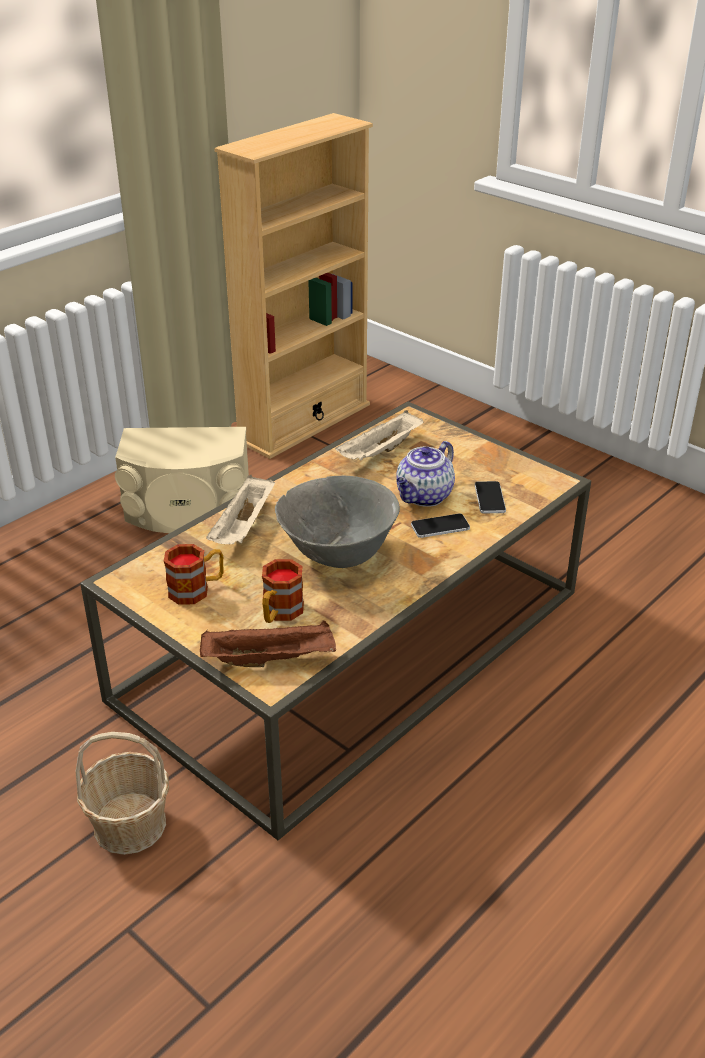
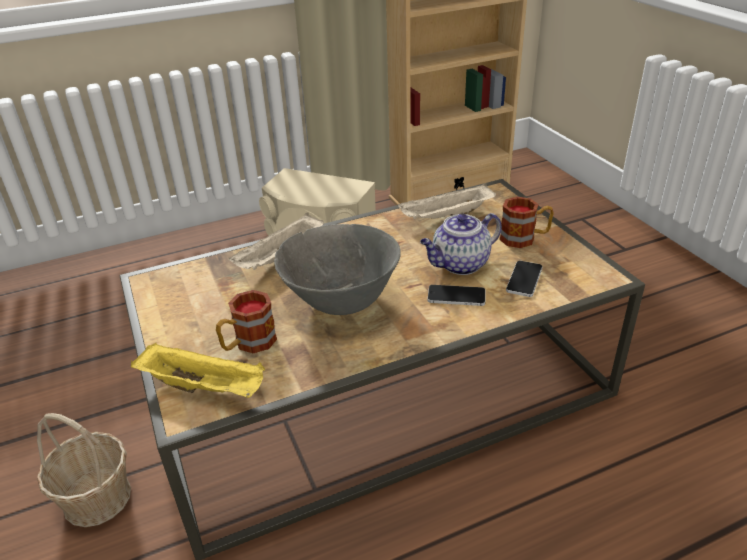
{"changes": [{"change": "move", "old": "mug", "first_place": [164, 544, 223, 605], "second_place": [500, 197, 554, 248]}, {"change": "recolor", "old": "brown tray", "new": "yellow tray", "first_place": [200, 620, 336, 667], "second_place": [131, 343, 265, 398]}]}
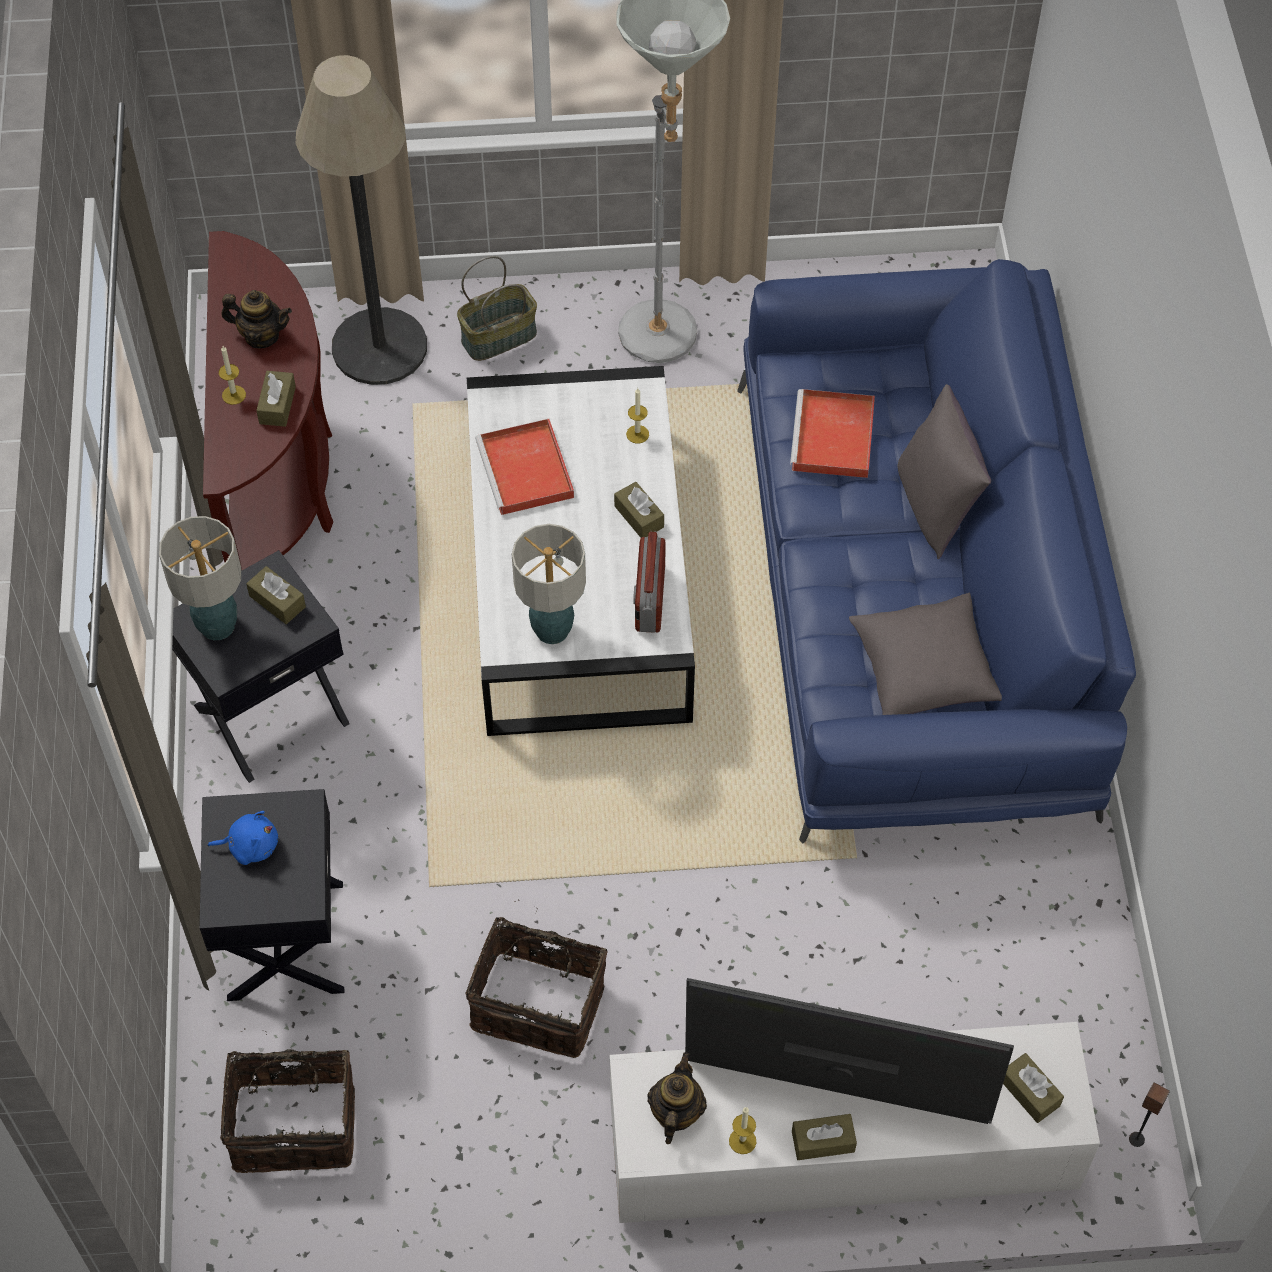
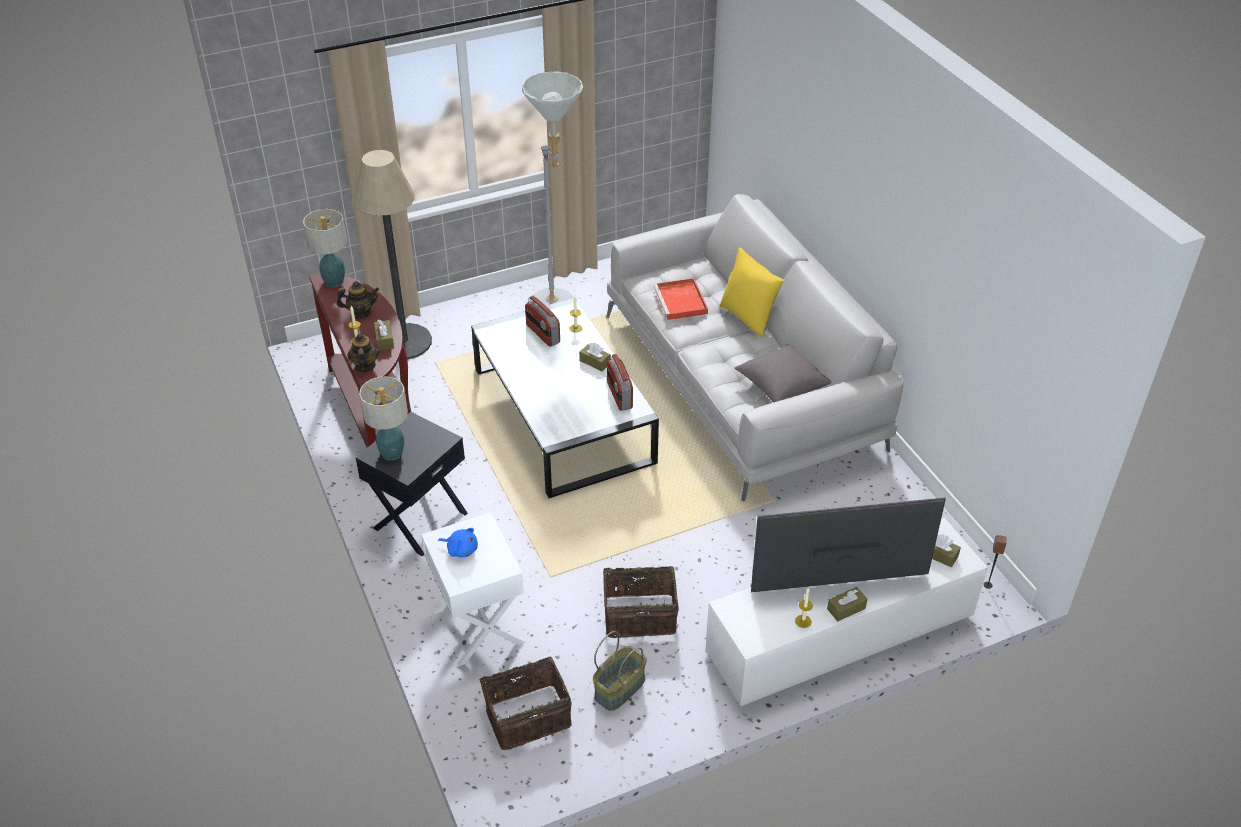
{"changes": [{"change": "move", "old": "basket", "first_place": [457, 256, 537, 361], "second_place": [593, 631, 647, 711]}, {"change": "recolor", "old": "blue sofa", "new": "grey sofa", "first_place": [737, 259, 1136, 843], "second_place": [606, 194, 903, 501]}, {"change": "recolor", "old": "grey pillow", "new": "yellow pillow", "first_place": [897, 384, 991, 559], "second_place": [720, 247, 784, 339]}, {"change": "delete", "old": "red tray", "first_place": [475, 419, 574, 515]}, {"change": "move", "old": "table lamp", "first_place": [512, 524, 586, 644], "second_place": [303, 209, 347, 287]}, {"change": "delete", "old": "brown tissue box", "first_place": [246, 566, 306, 624]}, {"change": "recolor", "old": "black nightstand", "new": "white nightstand", "first_place": [199, 789, 344, 1001], "second_place": [421, 512, 526, 666]}, {"change": "rotate", "old": "blue plush toy", "first_place": [208, 811, 278, 865], "second_place": [438, 528, 478, 557], "degrees": 45}, {"change": "move", "old": "teapot", "first_place": [647, 1052, 707, 1144], "second_place": [347, 329, 379, 372]}, {"change": "insert", "new": "radio", "second_place": [525, 296, 560, 347]}]}
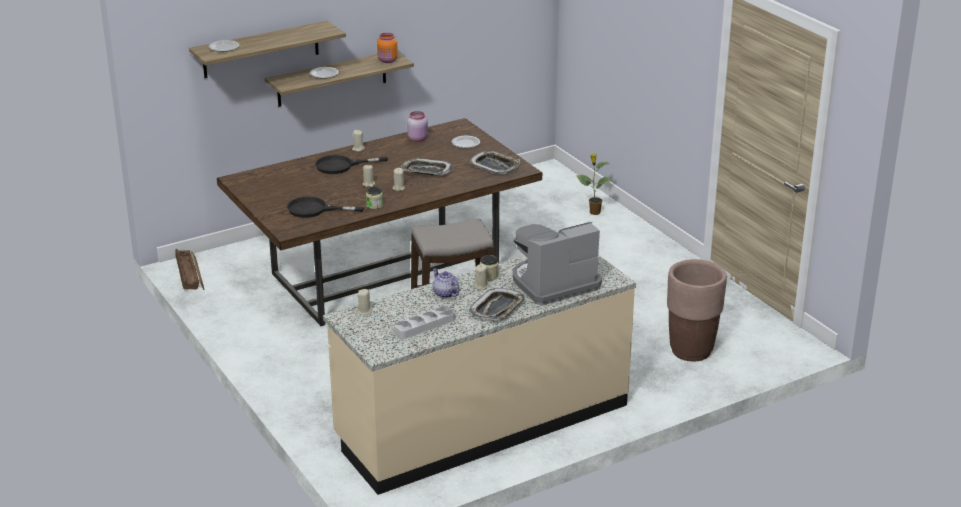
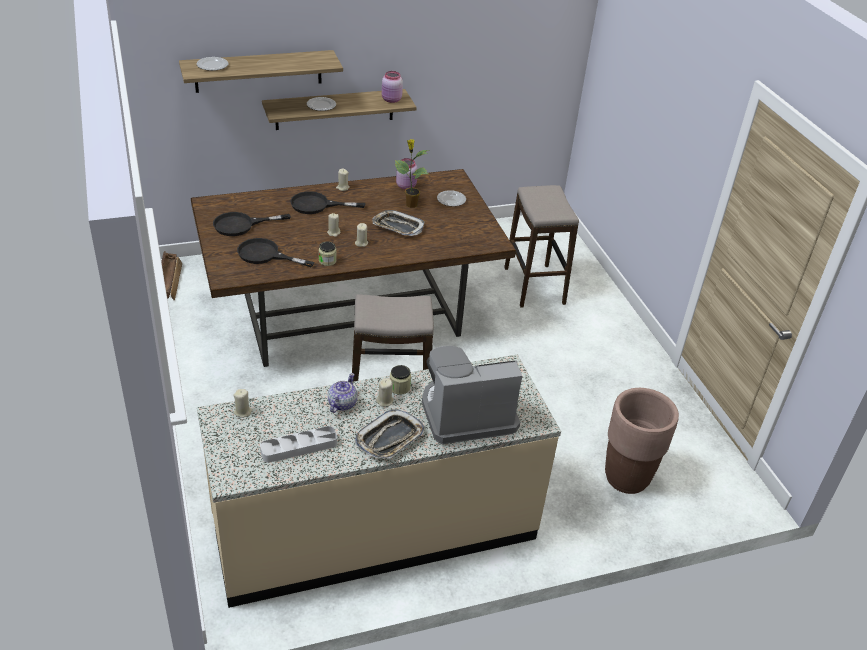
{"changes": [{"change": "recolor", "old": "orange jar", "new": "pink jar", "first_place": [377, 33, 398, 63], "second_place": [382, 71, 403, 103]}, {"change": "delete", "old": "tray", "first_place": [470, 150, 520, 174]}, {"change": "move", "old": "potted plant", "first_place": [576, 154, 613, 215], "second_place": [395, 139, 428, 208]}, {"change": "rotate", "old": "teapot", "first_place": [433, 268, 459, 298], "second_place": [328, 373, 357, 413], "degrees": 45}, {"change": "insert", "new": "stool", "second_place": [504, 185, 579, 308]}, {"change": "insert", "new": "black frying pan", "second_place": [213, 212, 291, 236]}]}
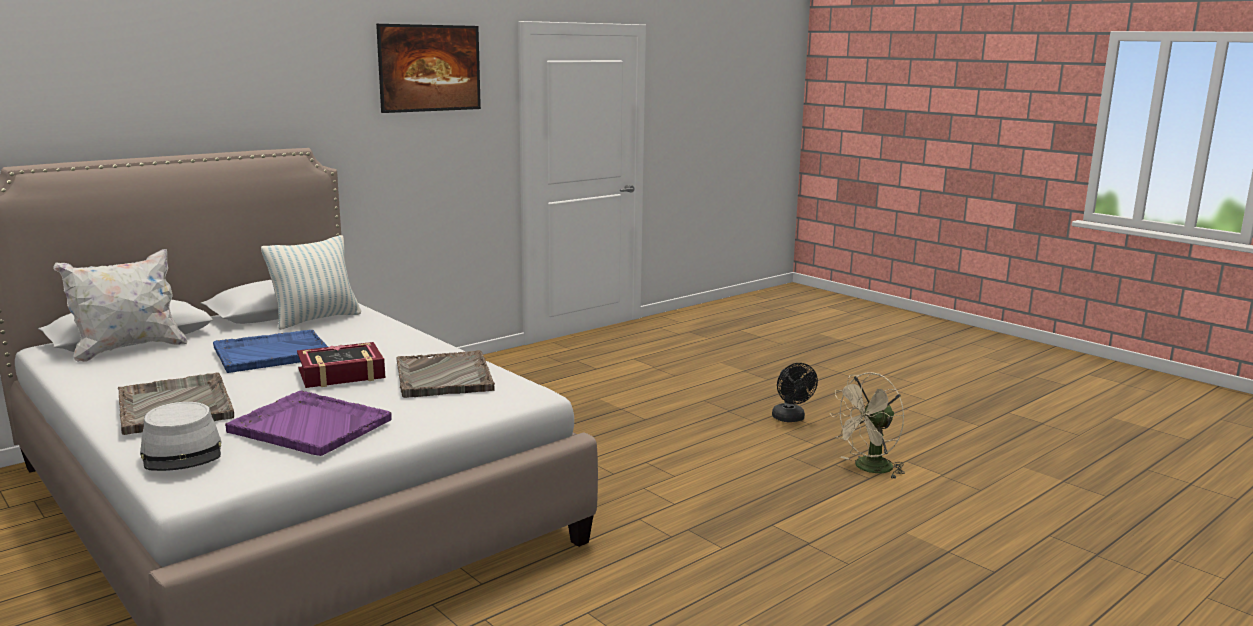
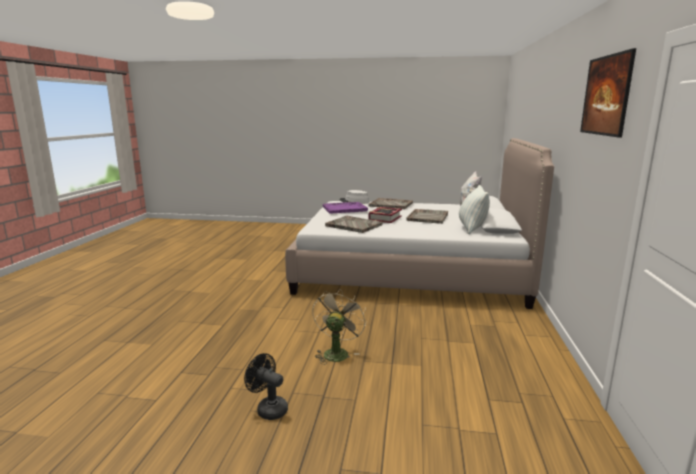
{"changes": [{"change": "recolor", "old": "blue tray", "new": "grey tray", "first_place": [213, 330, 328, 373], "second_place": [406, 209, 448, 224]}, {"change": "move", "old": "beige fan", "first_place": [830, 372, 905, 479], "second_place": [312, 291, 367, 365]}]}
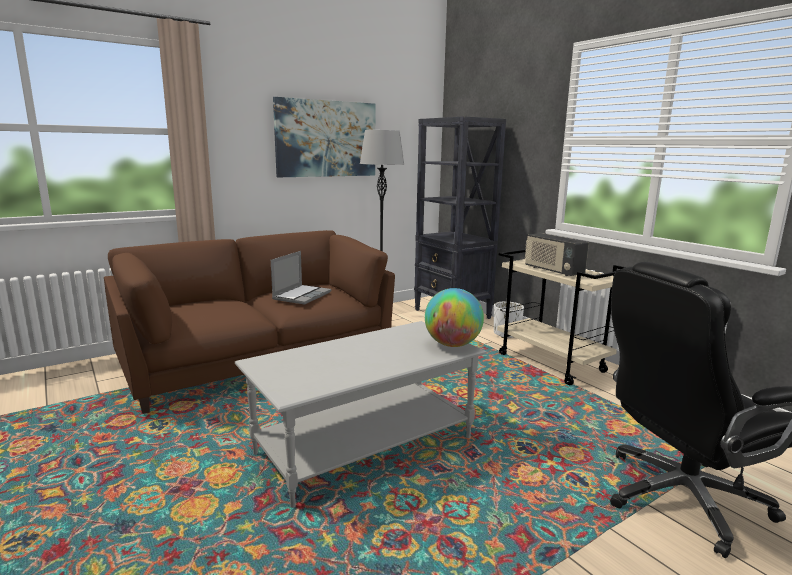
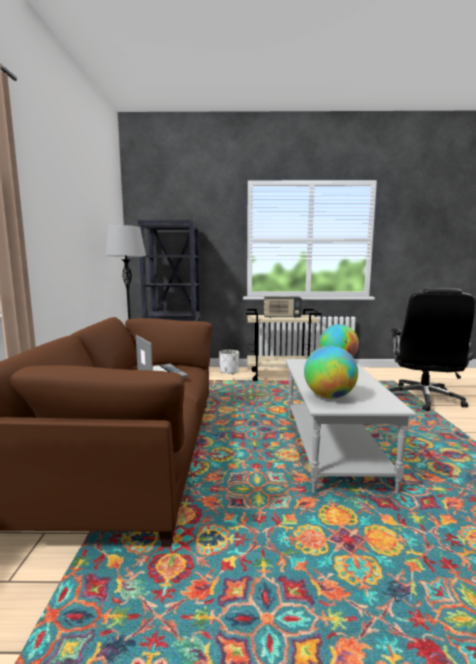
{"changes": [{"change": "delete", "old": "picture", "first_place": [273, 97, 375, 177]}, {"change": "insert", "new": "globe", "second_place": [304, 346, 358, 399]}]}
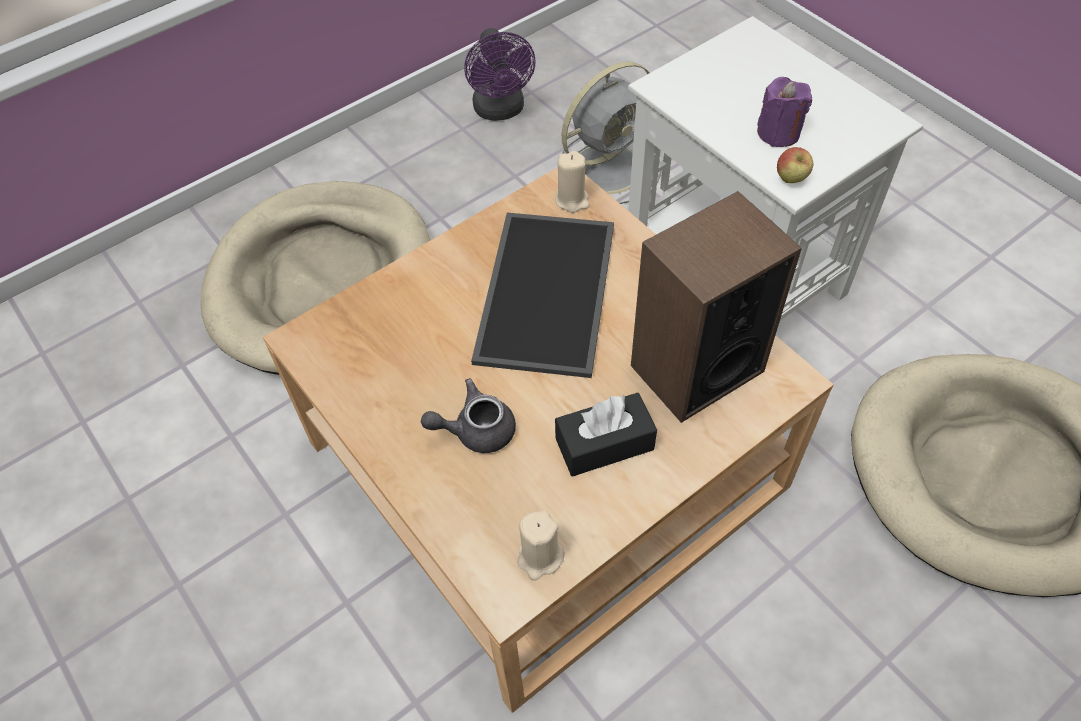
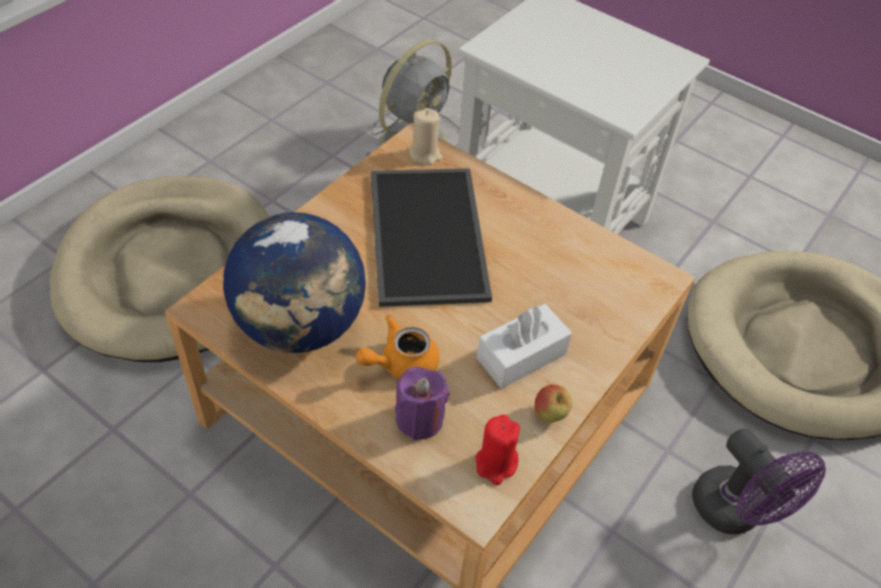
{"changes": [{"change": "move", "old": "purple fan", "first_place": [464, 28, 536, 121], "second_place": [692, 429, 826, 534]}, {"change": "move", "old": "purple candle", "first_place": [757, 77, 812, 147], "second_place": [395, 367, 449, 440]}, {"change": "move", "old": "apple", "first_place": [777, 147, 813, 183], "second_place": [535, 384, 572, 423]}, {"change": "delete", "old": "speaker", "first_place": [631, 191, 802, 423]}, {"change": "recolor", "old": "grey teapot", "new": "orange teapot", "first_place": [421, 379, 516, 453], "second_place": [356, 315, 440, 379]}, {"change": "recolor", "old": "black tissue box", "new": "white tissue box", "first_place": [555, 393, 657, 477], "second_place": [477, 304, 572, 389]}, {"change": "recolor", "old": "beige candle", "new": "red candle", "first_place": [517, 511, 565, 580], "second_place": [475, 415, 520, 485]}, {"change": "insert", "new": "globe", "second_place": [223, 212, 366, 353]}]}
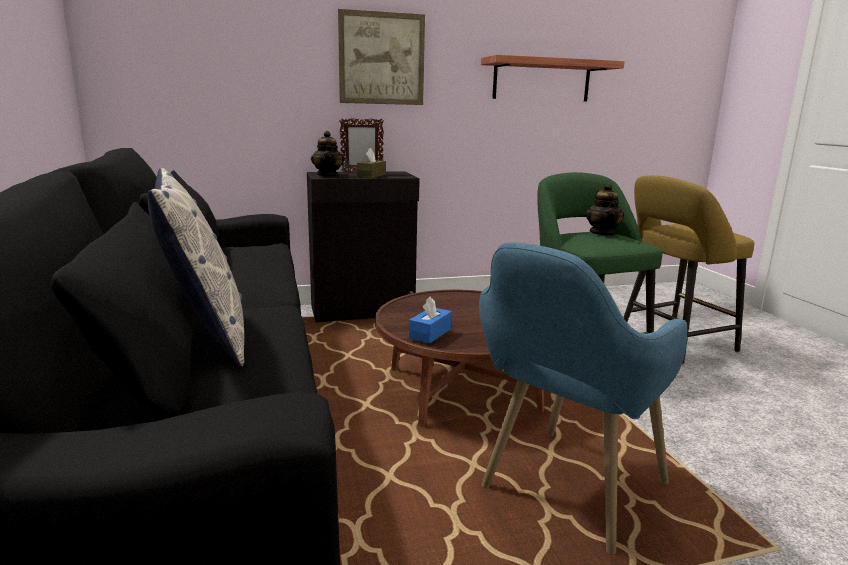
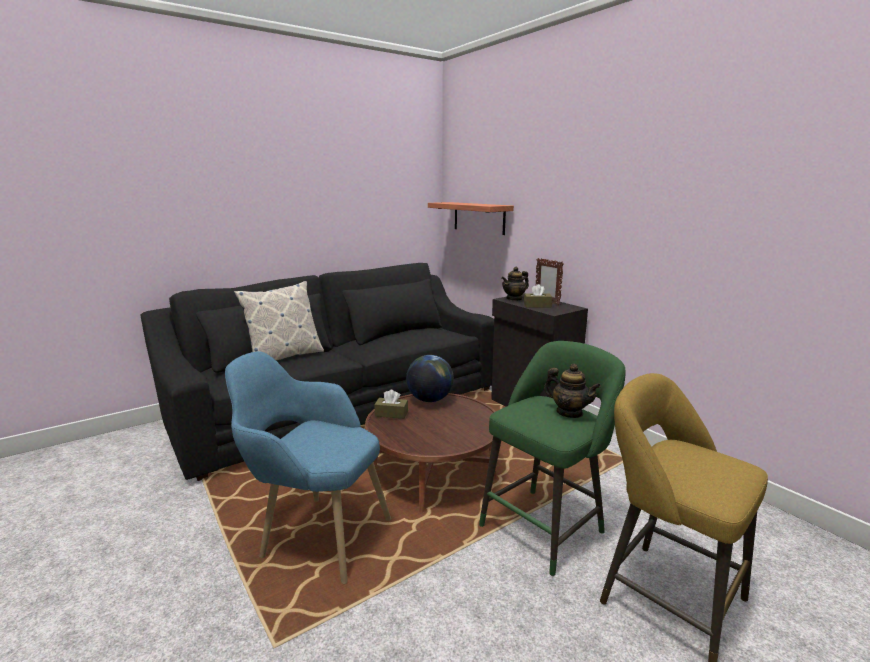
{"changes": [{"change": "delete", "old": "picture", "first_place": [338, 9, 425, 105]}, {"change": "move", "old": "shelf", "first_place": [481, 55, 625, 102], "second_place": [428, 202, 514, 235]}, {"change": "rotate", "old": "teapot", "first_place": [586, 183, 624, 236], "second_place": [544, 364, 601, 418], "degrees": -120}, {"change": "recolor", "old": "blue tissue box", "new": "brown tissue box", "first_place": [409, 297, 452, 343], "second_place": [374, 390, 408, 419]}, {"change": "insert", "new": "globe", "second_place": [406, 355, 454, 402]}]}
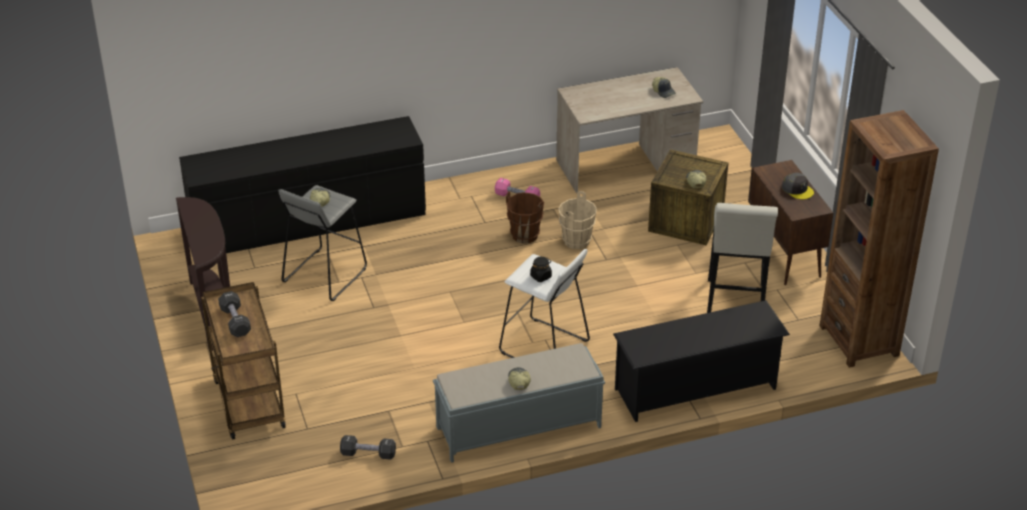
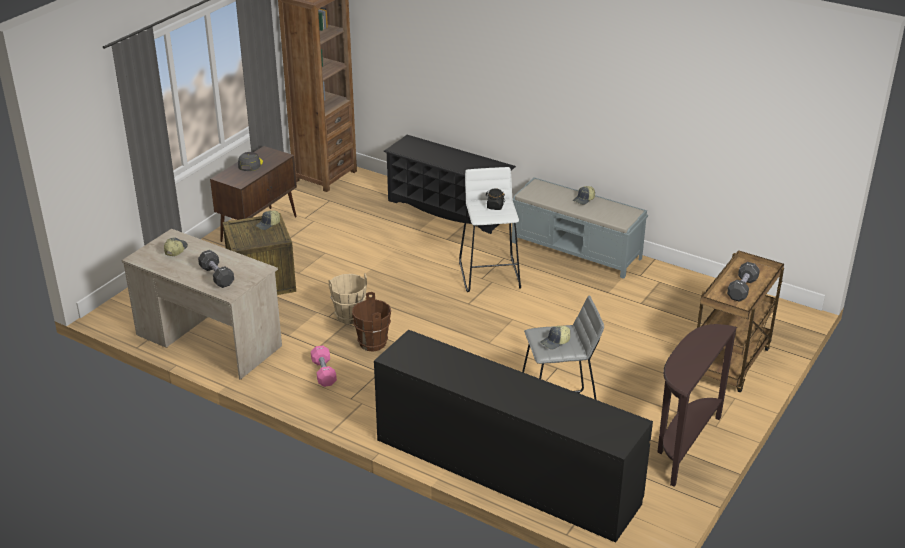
{"changes": [{"change": "delete", "old": "white stool", "first_place": [707, 203, 778, 313]}, {"change": "move", "old": "black dumbbell", "first_place": [340, 435, 396, 460], "second_place": [198, 250, 234, 288]}]}
